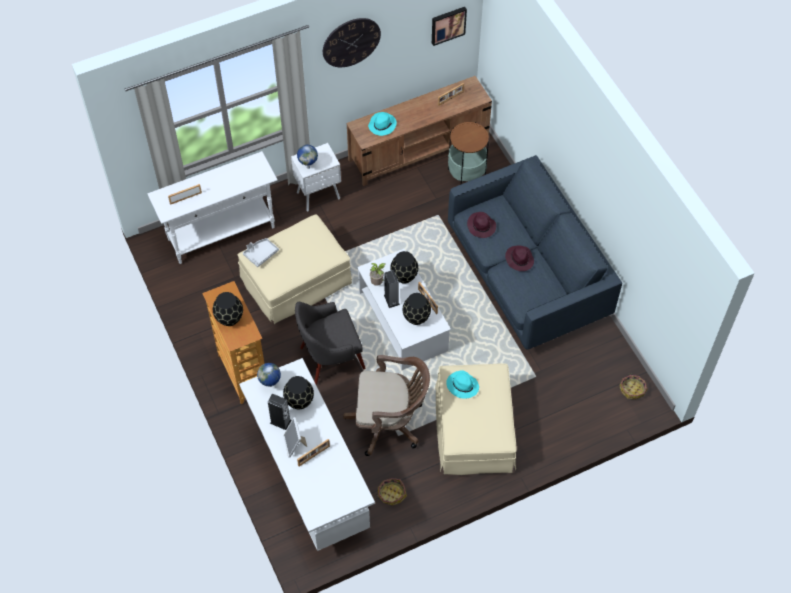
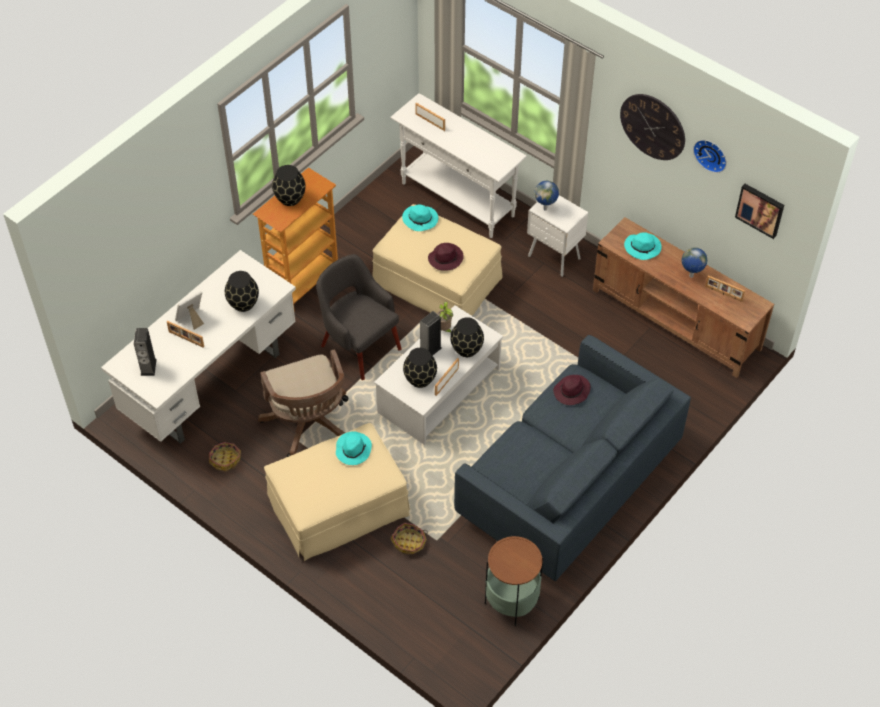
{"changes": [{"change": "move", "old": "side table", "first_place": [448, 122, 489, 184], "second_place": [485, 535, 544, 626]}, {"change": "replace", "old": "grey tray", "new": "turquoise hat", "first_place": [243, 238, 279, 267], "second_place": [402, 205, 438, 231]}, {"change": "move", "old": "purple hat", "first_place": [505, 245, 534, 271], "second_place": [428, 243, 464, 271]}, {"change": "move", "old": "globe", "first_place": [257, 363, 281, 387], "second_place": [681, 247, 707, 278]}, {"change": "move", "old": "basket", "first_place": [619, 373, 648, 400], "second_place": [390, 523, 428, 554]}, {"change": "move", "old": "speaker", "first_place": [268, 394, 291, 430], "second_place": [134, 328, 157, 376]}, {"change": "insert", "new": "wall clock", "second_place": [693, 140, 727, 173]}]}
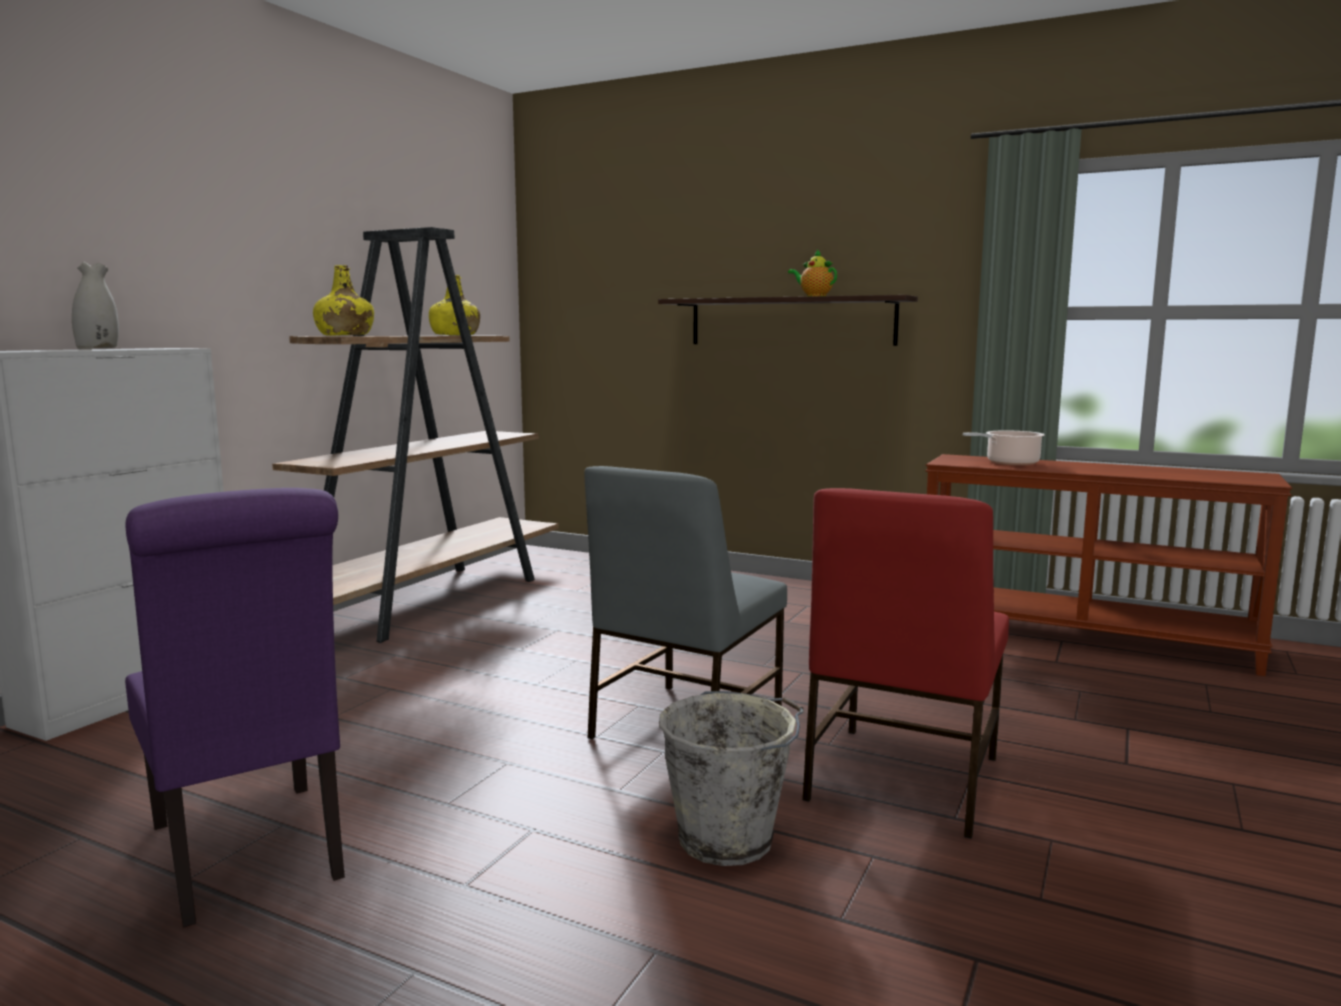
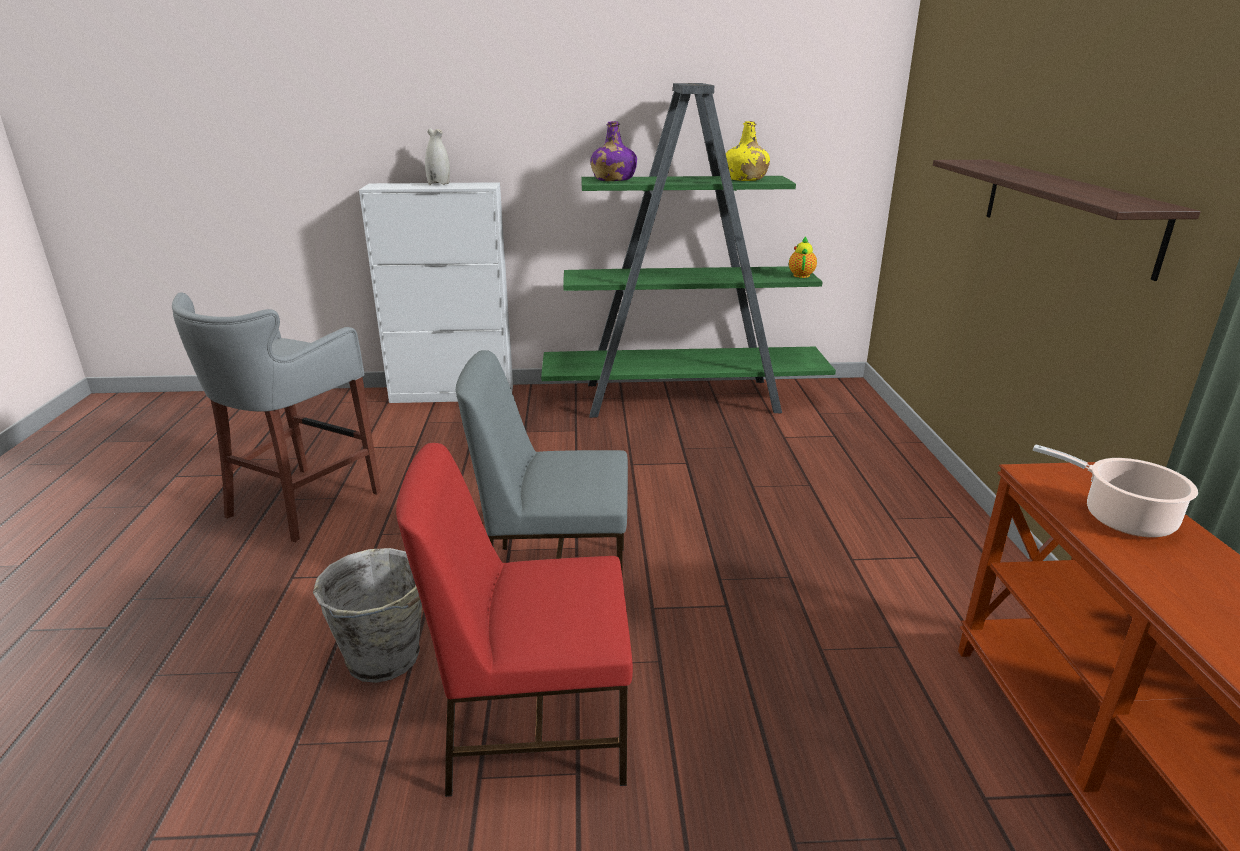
{"changes": [{"change": "recolor", "old": "brown bookcase", "new": "green bookcase", "first_place": [272, 227, 559, 643], "second_place": [541, 83, 836, 418]}, {"change": "move", "old": "teapot", "first_place": [788, 250, 837, 296], "second_place": [789, 236, 817, 278]}, {"change": "recolor", "old": "yellow bottle", "new": "purple bottle", "first_place": [313, 265, 374, 336], "second_place": [591, 121, 637, 181]}, {"change": "replace", "old": "purple chair", "new": "grey stool", "first_place": [125, 488, 345, 928], "second_place": [172, 292, 381, 542]}]}
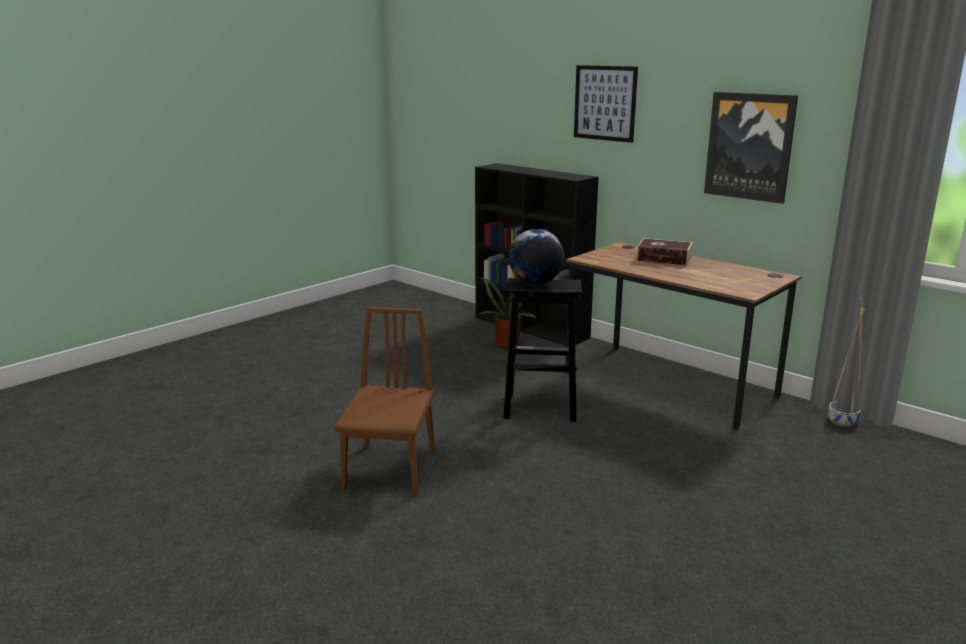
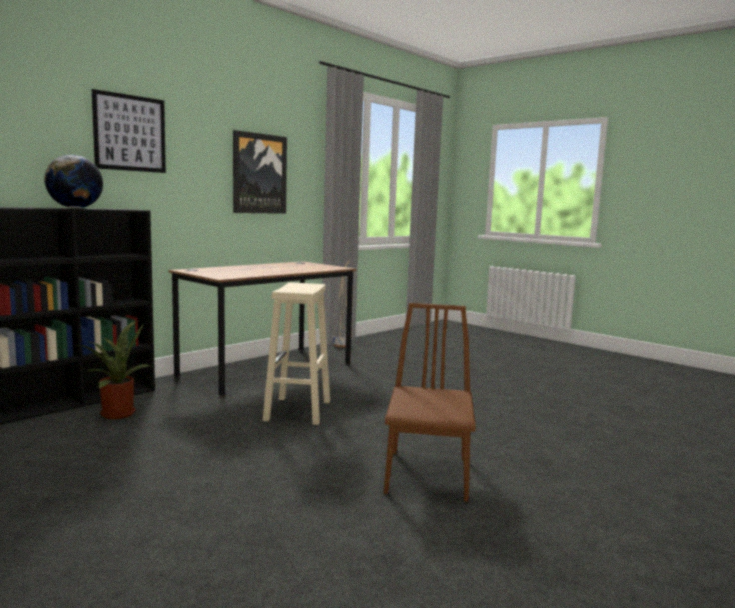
{"changes": [{"change": "move", "old": "globe", "first_place": [509, 229, 564, 285], "second_place": [44, 155, 103, 208]}, {"change": "delete", "old": "book", "first_place": [637, 238, 693, 266]}, {"change": "recolor", "old": "black stool", "new": "beige stool", "first_place": [504, 278, 582, 422], "second_place": [263, 282, 330, 425]}, {"change": "rotate", "old": "brown chair", "first_place": [334, 307, 435, 497], "second_place": [384, 303, 476, 502], "degrees": 90}]}
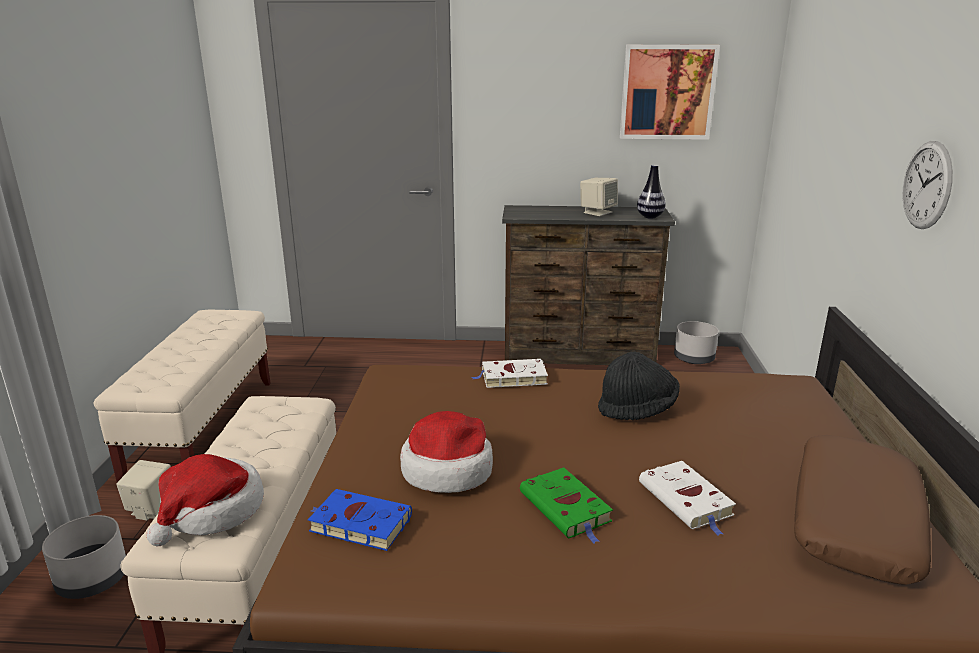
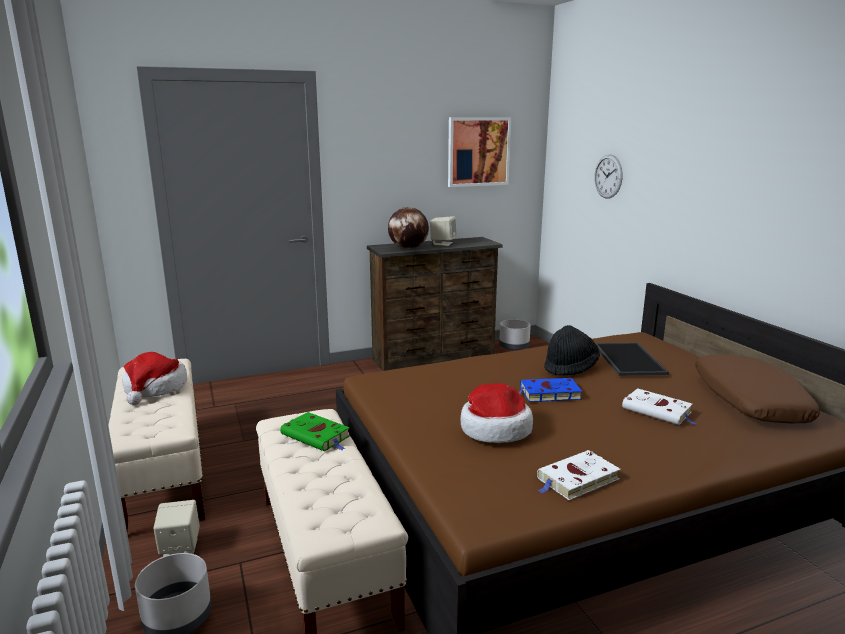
{"changes": [{"change": "move", "old": "wall clock", "first_place": [902, 141, 953, 229], "second_place": [594, 154, 623, 199]}, {"change": "delete", "old": "vase", "first_place": [637, 165, 666, 219]}, {"change": "move", "old": "white book", "first_place": [472, 359, 548, 388], "second_place": [537, 450, 621, 500]}, {"change": "move", "old": "hat", "first_place": [146, 454, 264, 546], "second_place": [122, 352, 187, 405]}, {"change": "move", "old": "green book", "first_place": [520, 467, 613, 543], "second_place": [280, 412, 350, 451]}, {"change": "move", "old": "blue book", "first_place": [308, 489, 412, 551], "second_place": [519, 378, 582, 402]}, {"change": "insert", "new": "globe", "second_place": [388, 207, 429, 249]}, {"change": "insert", "new": "tray", "second_place": [595, 342, 669, 376]}]}
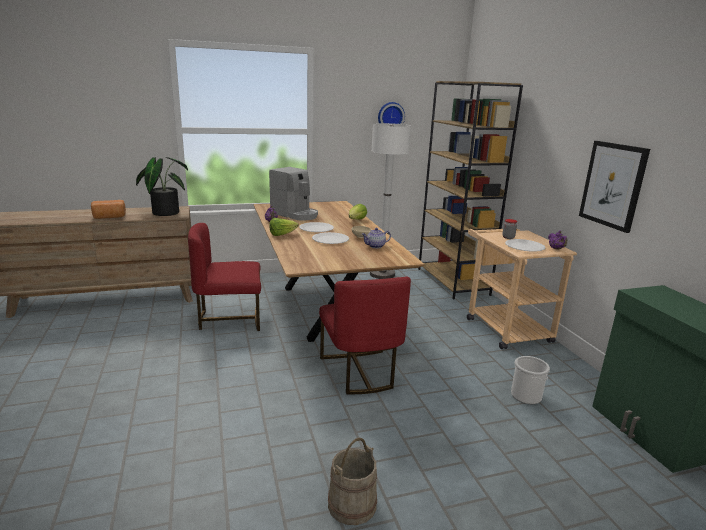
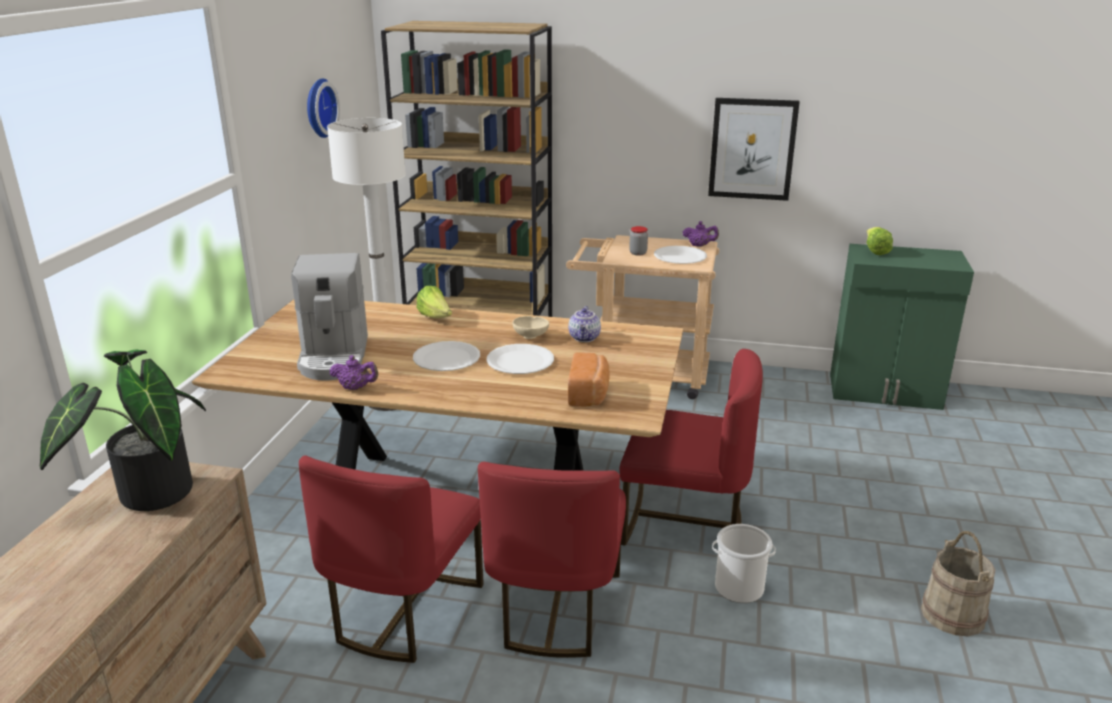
{"changes": [{"change": "rotate", "old": "coffee machine", "first_place": [269, 167, 318, 220], "second_place": [291, 253, 368, 380], "degrees": 105}, {"change": "move", "old": "bread", "first_place": [91, 200, 126, 219], "second_place": [568, 352, 610, 407]}, {"change": "move", "old": "lettuce", "first_place": [269, 218, 299, 236], "second_place": [867, 227, 893, 255]}, {"change": "move", "old": "bucket", "first_place": [511, 356, 550, 404], "second_place": [712, 524, 776, 603]}, {"change": "insert", "new": "red chair", "second_place": [478, 462, 626, 658]}]}
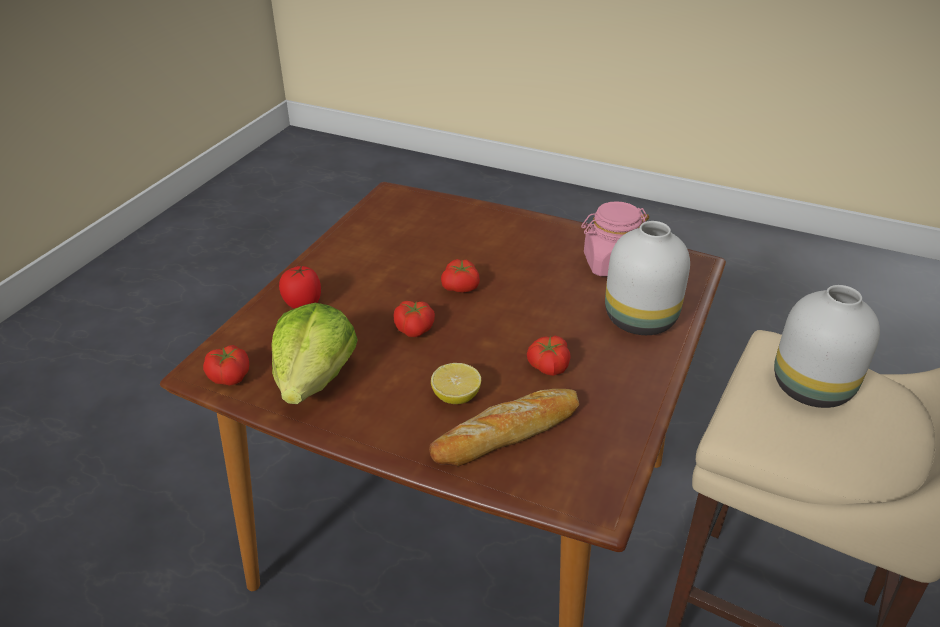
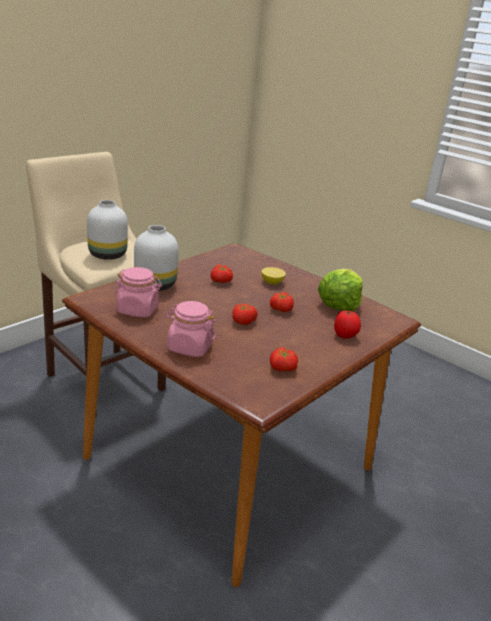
{"changes": [{"change": "move", "old": "tomato", "first_place": [203, 345, 249, 386], "second_place": [270, 347, 298, 371]}, {"change": "delete", "old": "bread", "first_place": [429, 389, 579, 466]}, {"change": "insert", "new": "pink jar", "second_place": [166, 301, 216, 357]}]}
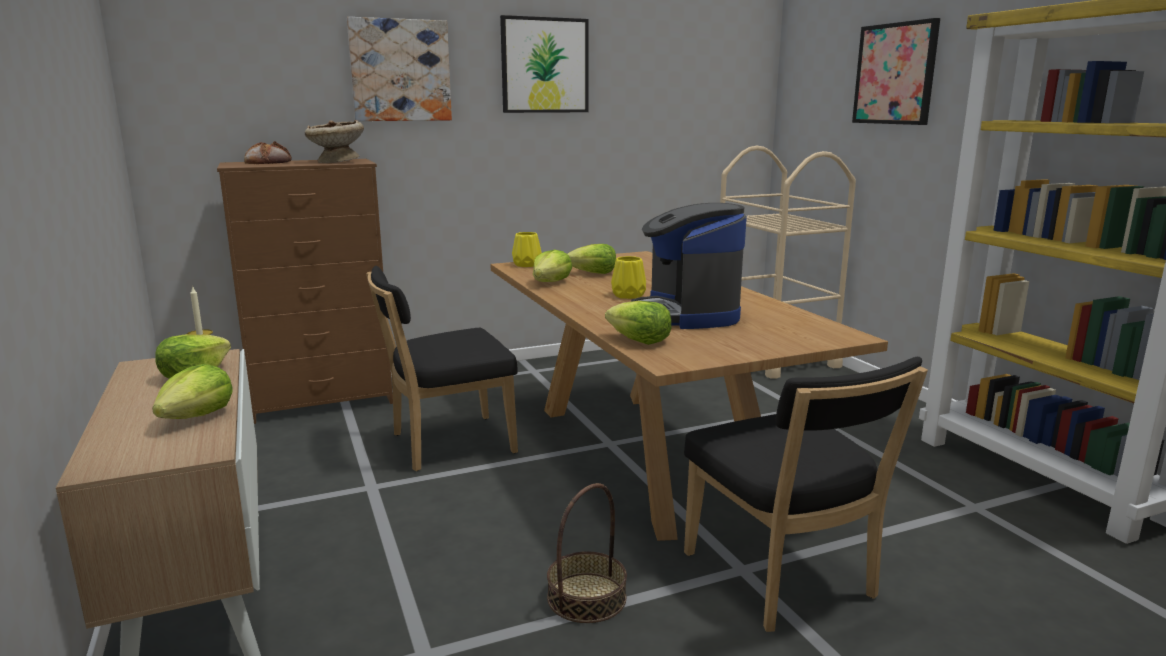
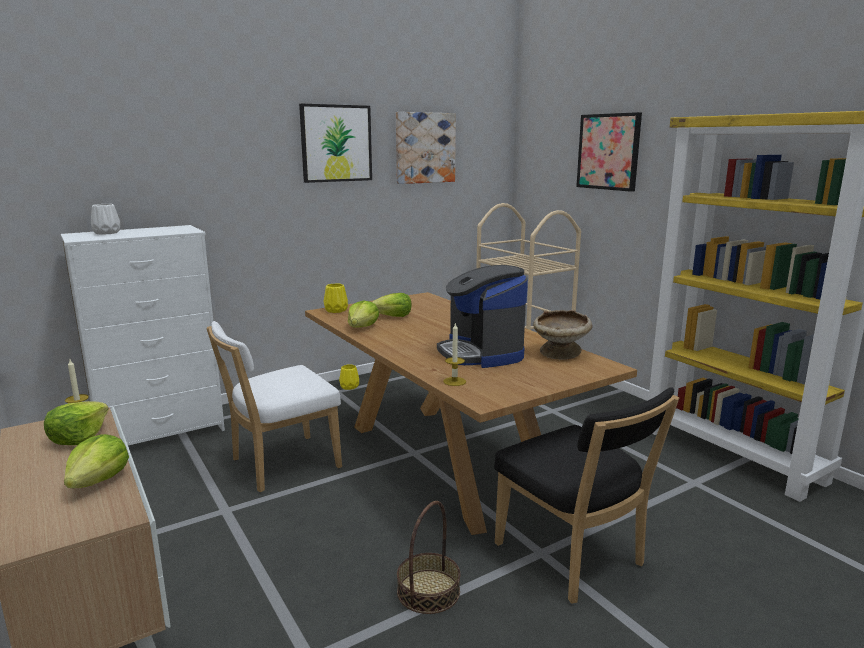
{"changes": [{"change": "move", "old": "picture", "first_place": [347, 17, 452, 121], "second_place": [396, 112, 456, 184]}, {"change": "move", "old": "beige bowl", "first_place": [305, 120, 364, 163], "second_place": [533, 310, 593, 360]}, {"change": "replace", "old": "bread", "new": "white vase", "first_place": [244, 141, 292, 164], "second_place": [91, 204, 120, 235]}, {"change": "recolor", "old": "brown dresser", "new": "white dresser", "first_place": [217, 159, 393, 424], "second_place": [61, 225, 225, 445]}, {"change": "move", "old": "yellow vase", "first_place": [611, 256, 646, 299], "second_place": [339, 364, 359, 390]}, {"change": "recolor", "old": "black chair", "new": "white chair", "first_place": [366, 266, 518, 471], "second_place": [207, 321, 342, 492]}, {"change": "replace", "old": "lettuce", "new": "candle", "first_place": [605, 301, 671, 345], "second_place": [443, 322, 466, 386]}]}
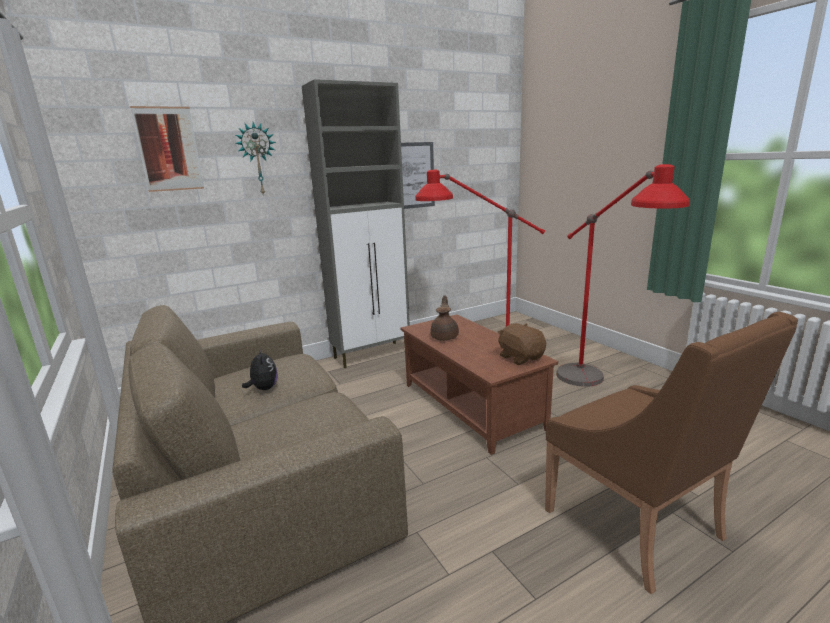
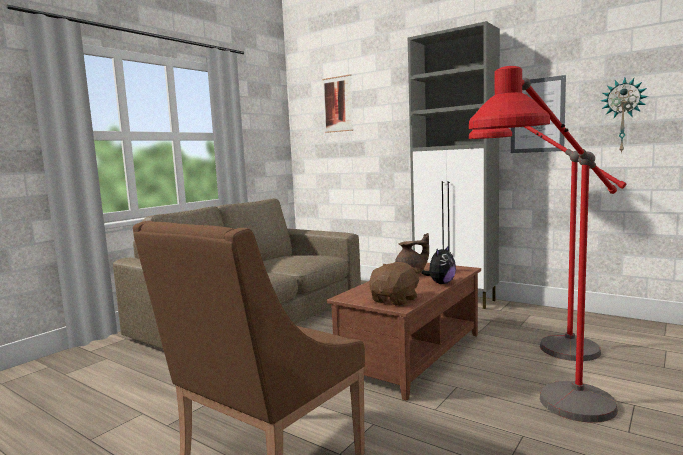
{"changes": [{"change": "move", "old": "wall clock", "first_place": [236, 122, 276, 196], "second_place": [601, 78, 648, 154]}, {"change": "move", "old": "plush toy", "first_place": [242, 347, 278, 390], "second_place": [422, 245, 456, 284]}]}
